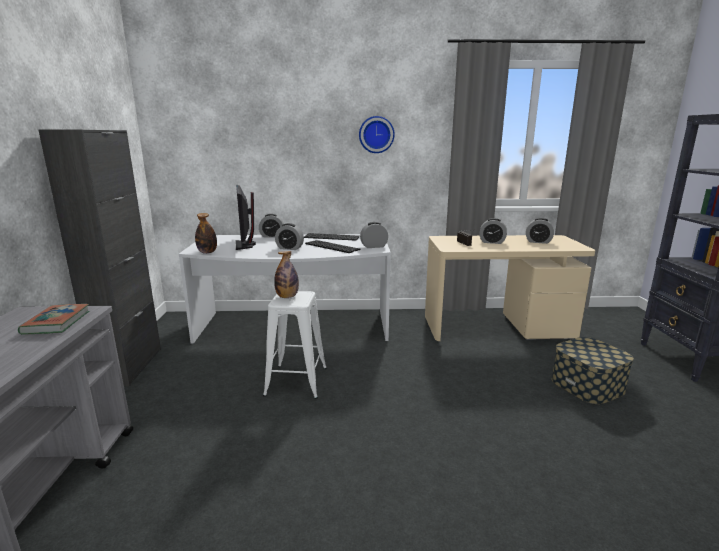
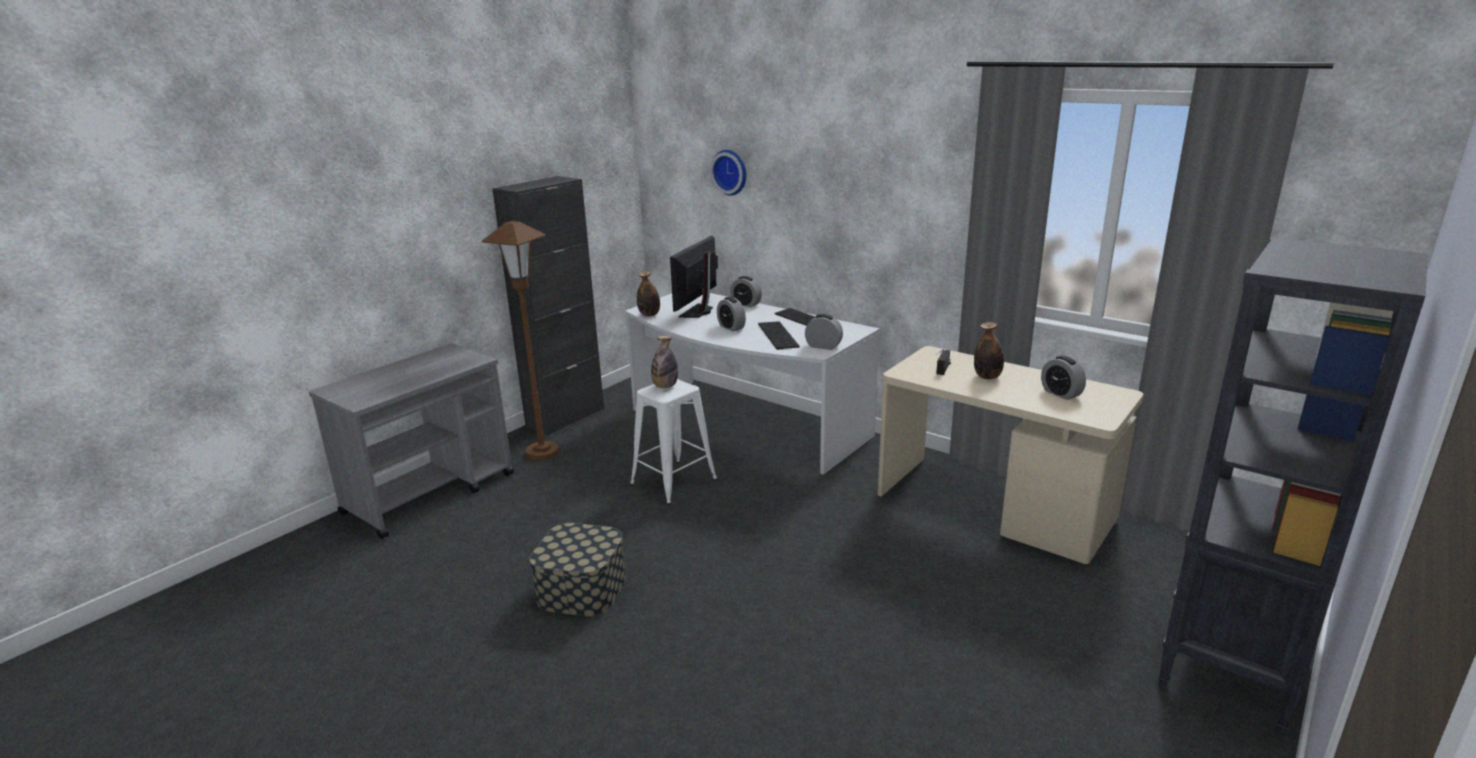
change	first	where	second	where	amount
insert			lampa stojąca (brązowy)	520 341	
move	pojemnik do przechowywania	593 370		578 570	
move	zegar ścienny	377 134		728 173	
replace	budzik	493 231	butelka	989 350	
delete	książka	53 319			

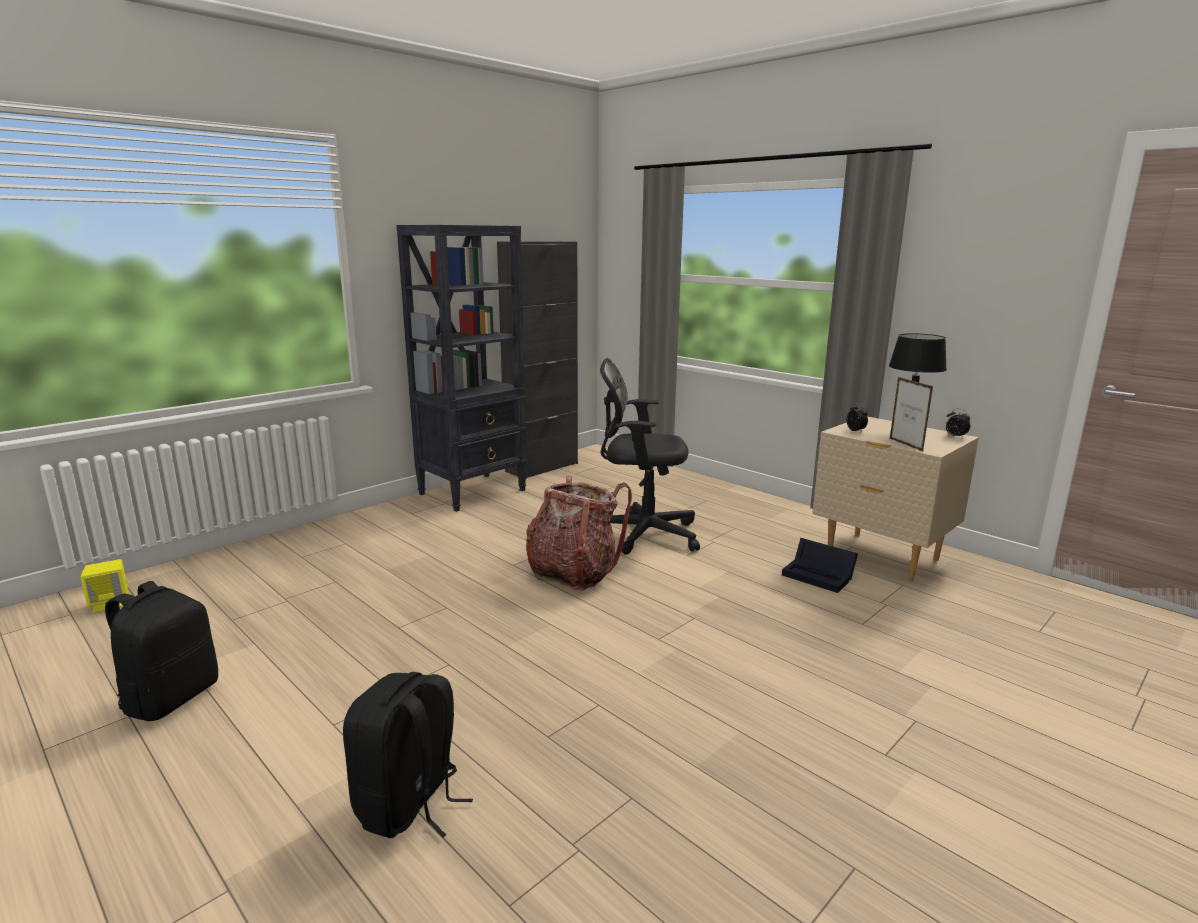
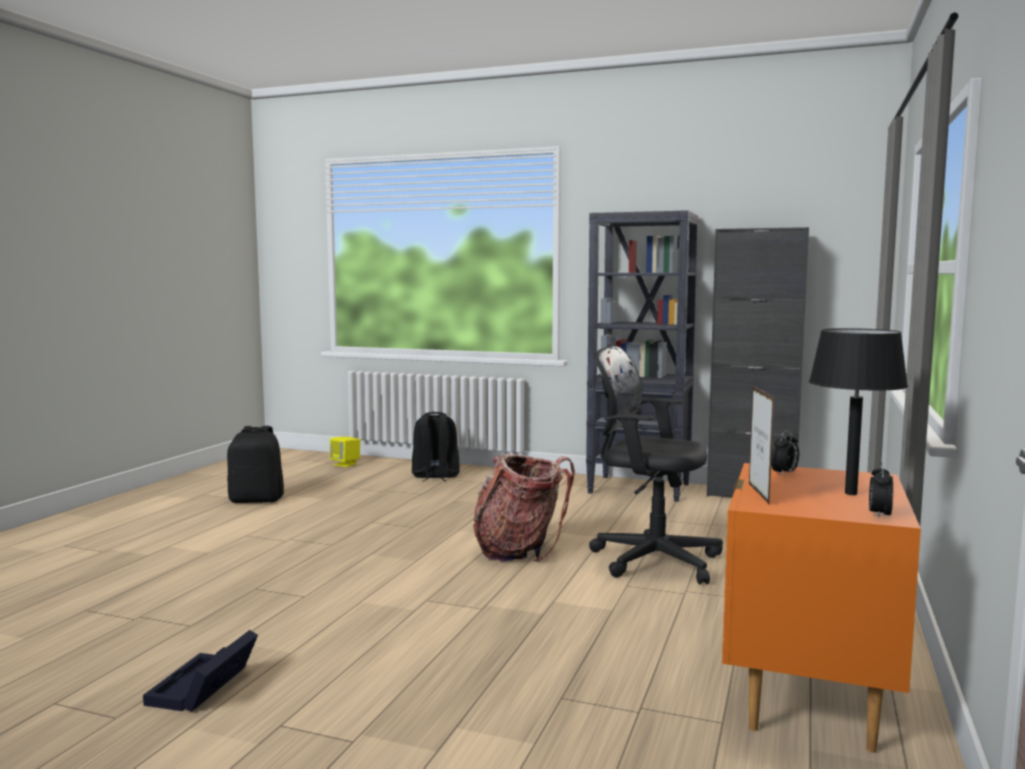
change	first	where	second	where	amount
move	pojemnik do przechowywania (czarny)	820 565		200 671	
move	plecak (czarny)	408 755		436 446	
rotate	krzesło biurowe (czarny)	650 456		656 465	45 degrees counterclockwise
recolor	szafka nocna (beżowy)	895 498	szafka nocna (pomarańczowy)	821 607	
rotate	ramka na zdjęcie	911 414		761 445	135 degrees clockwise

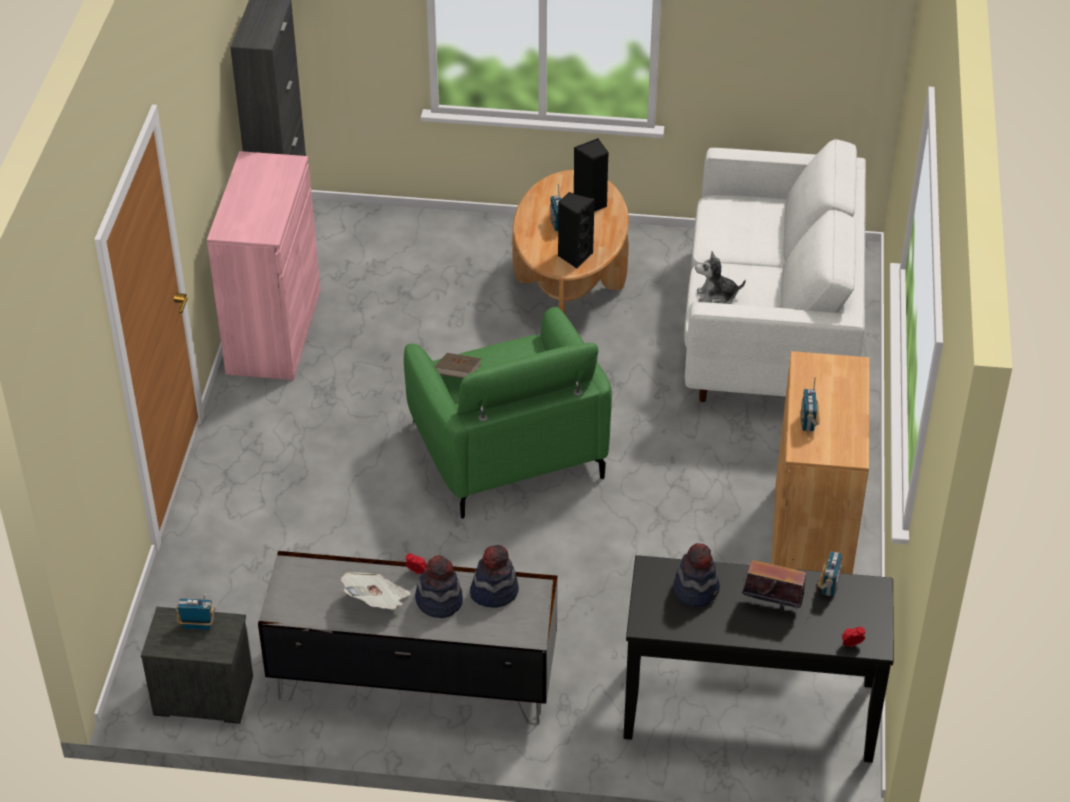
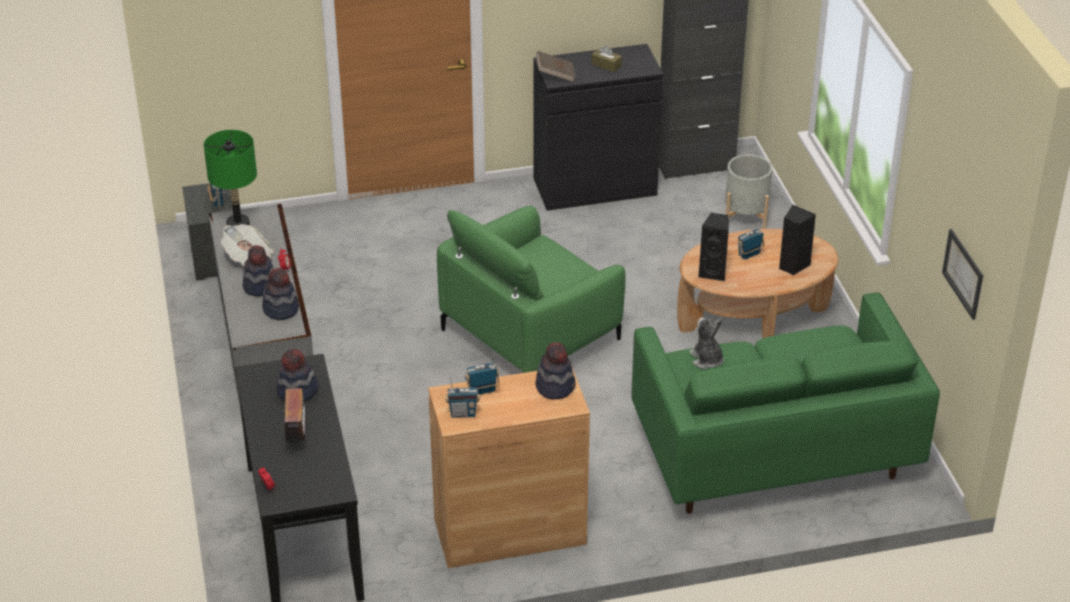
change	first	where	second	where	amount
insert			lampa stołowa (zielony)	230 178	
move	radio	830 574		462 397	
recolor	szafka (różowy)	264 265	szafka (czarny)	598 127	
move	książka (brązowy)	457 365		555 66	
insert			kapelusz	555 371	
insert			pudełko chusteczek (brązowy)	606 58	
recolor	kanapa (biały)	775 270	kanapa (zielony)	785 403	
insert			donica (szary)	749 191	
insert			obraz	962 274	

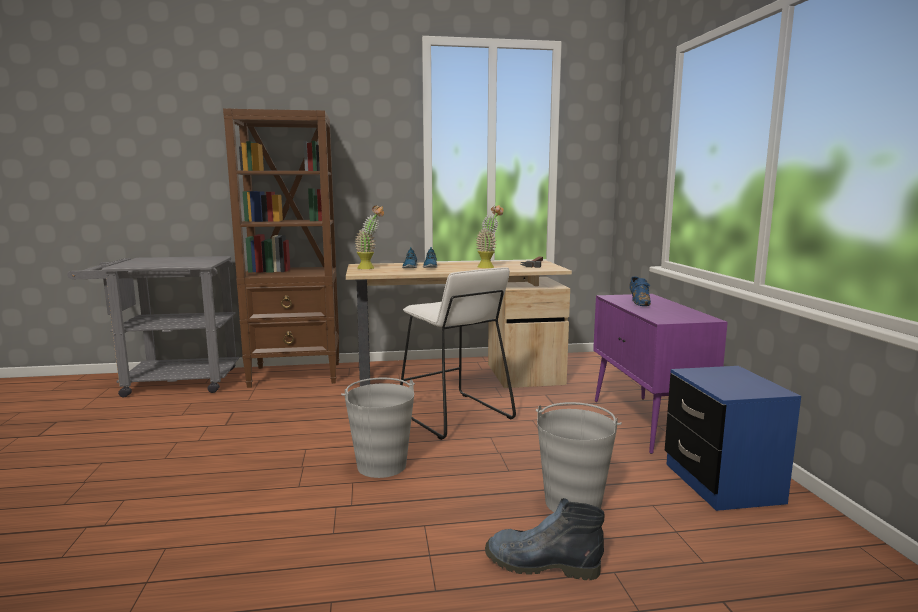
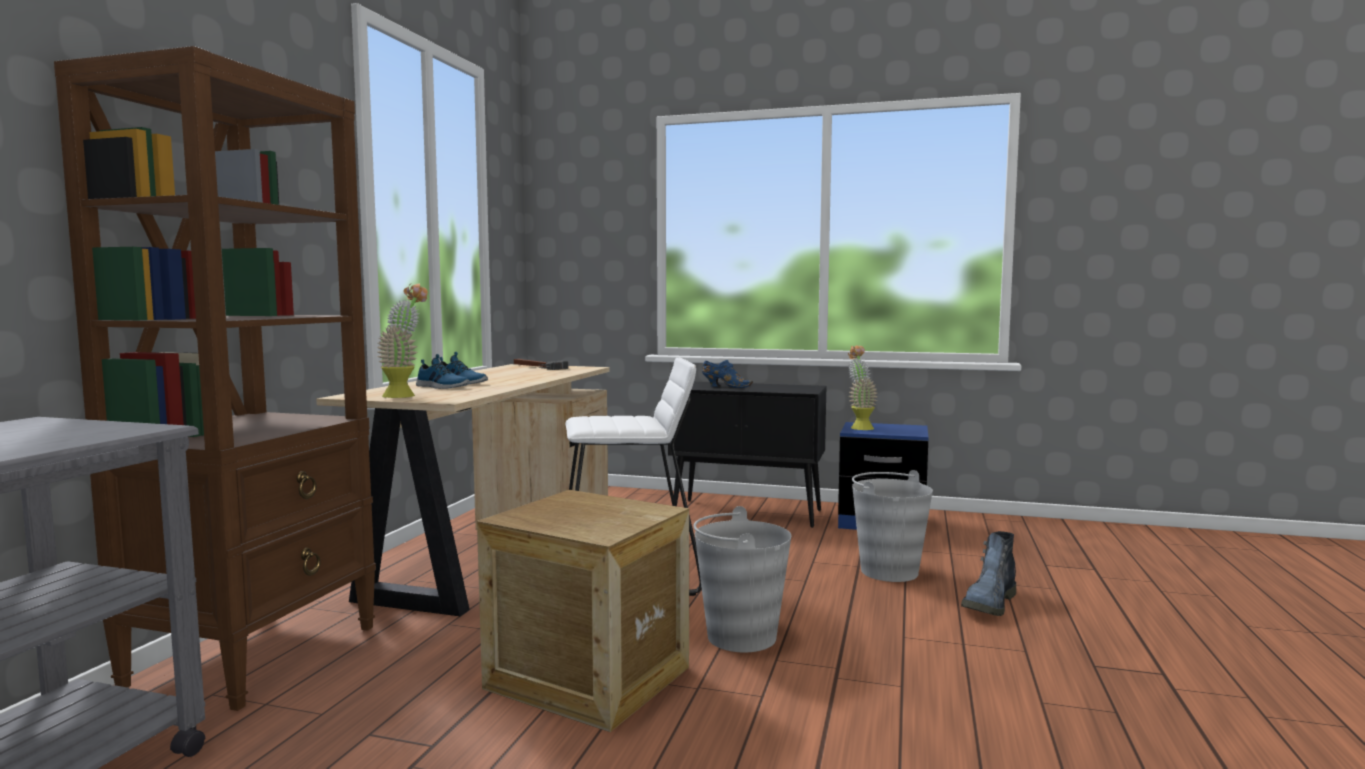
change	first	where	second	where	amount
insert			skrzynka	583 611	
recolor	szafka (fioletowy)	660 374	szafka (czarny)	747 455	
move	roślina doniczkowa	490 236		863 387	

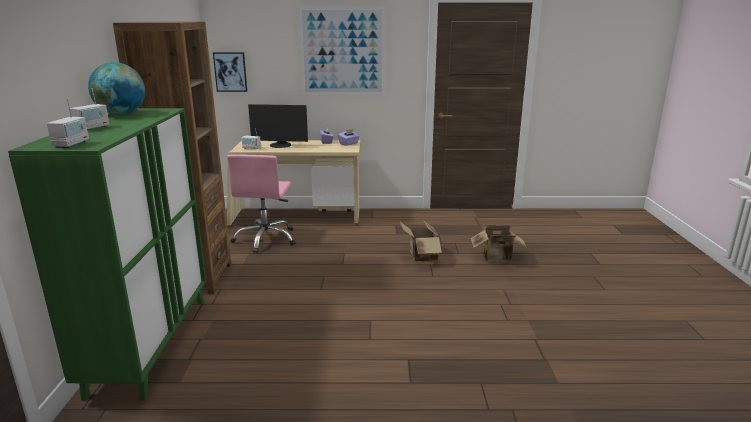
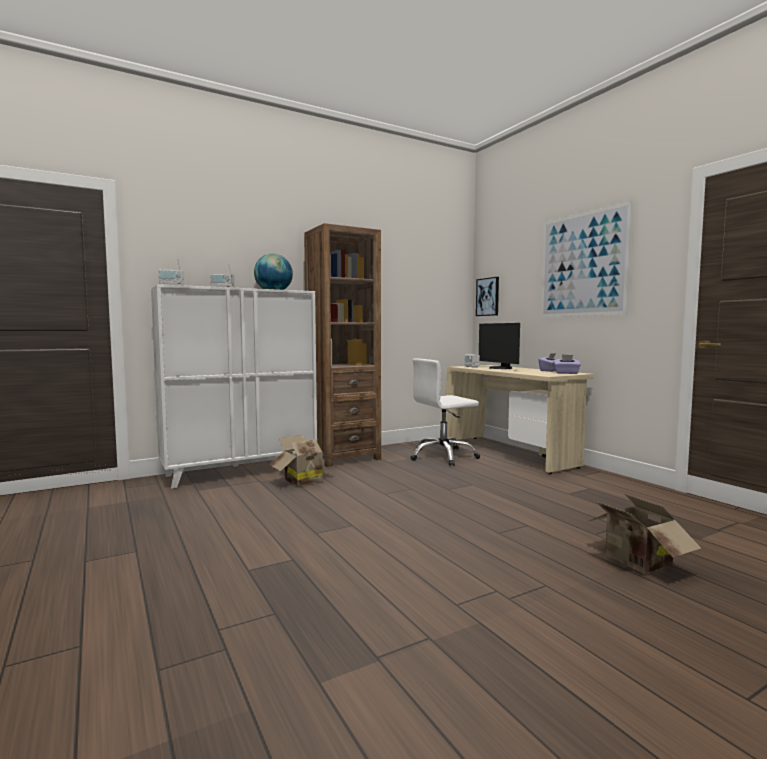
change	first	where	second	where	amount
recolor	szafka (zielony)	107 254	szafka (biały)	234 386	
move	karton	421 241		302 460	
recolor	krzesło biurowe (różowy)	261 203	krzesło biurowe (biały)	445 412	

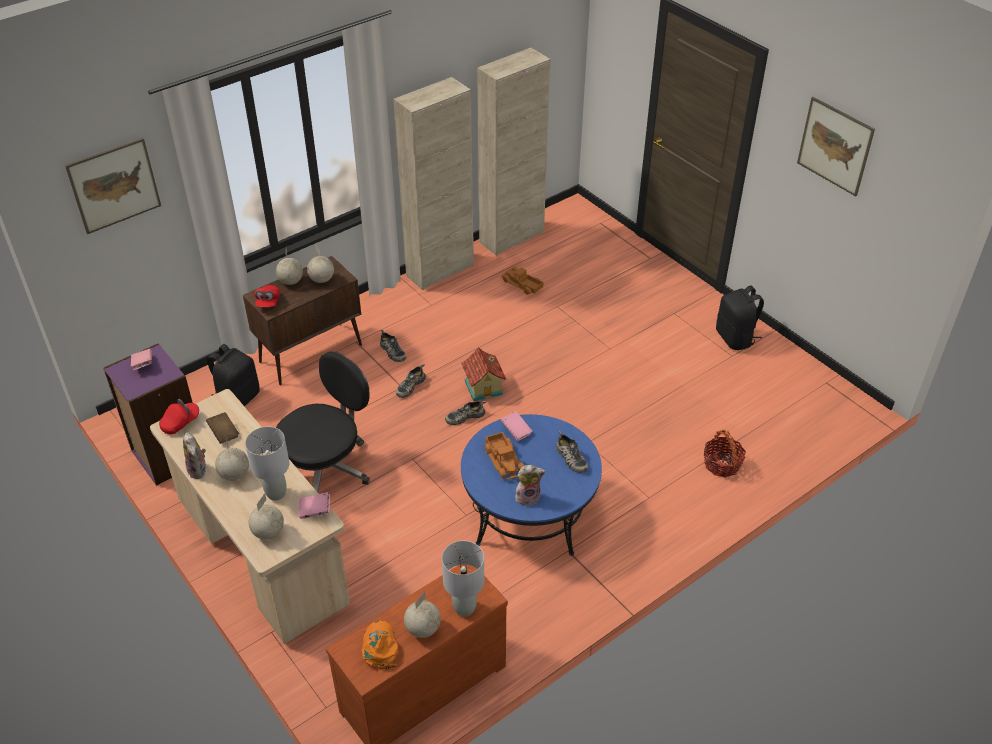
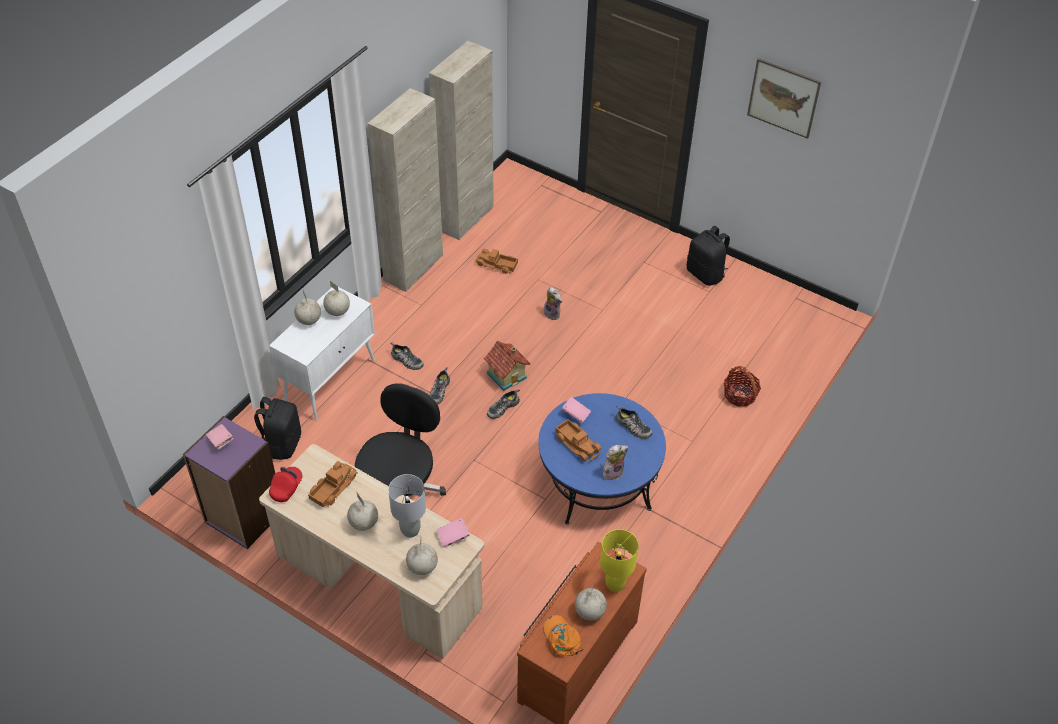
change	first	where	second	where	amount
recolor	szafka (brązowy)	302 320	szafka (biały)	322 353	
replace	książka (brązowy)	222 428	ciężarówka zabawkowa	333 484	
move	pluszak	194 455		553 303	
recolor	lampa stołowa (szary)	463 578	lampa stołowa (żółty)	619 560	
delete	obraz	113 186			
delete	czapka z daszkiem (czerwony)	267 296			

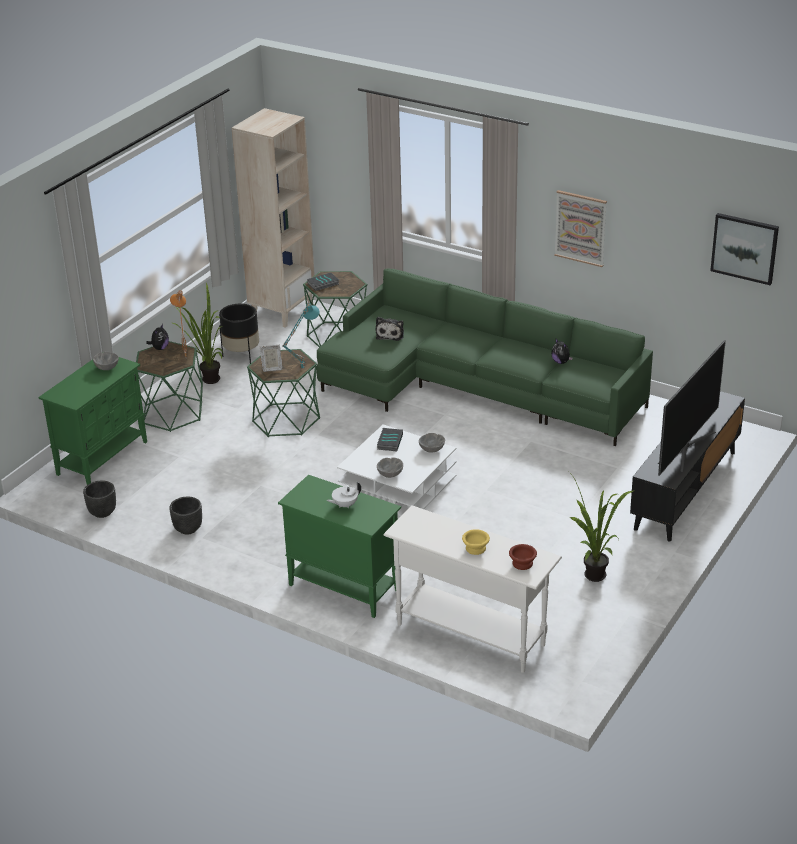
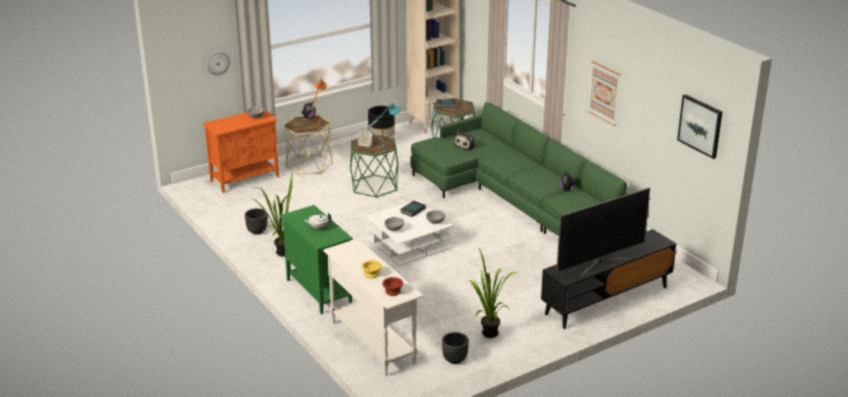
change	first	where	second	where	amount
recolor	szafka (zielony)	92 421	szafka (pomarańczowy)	240 150	
insert			zegar ścienny	218 64	
move	roślina doniczkowa	198 333		273 215	
recolor	stolik (zielony)	169 386	stolik (beżowy)	308 145	
move	donica (czarny)	99 499		455 348	

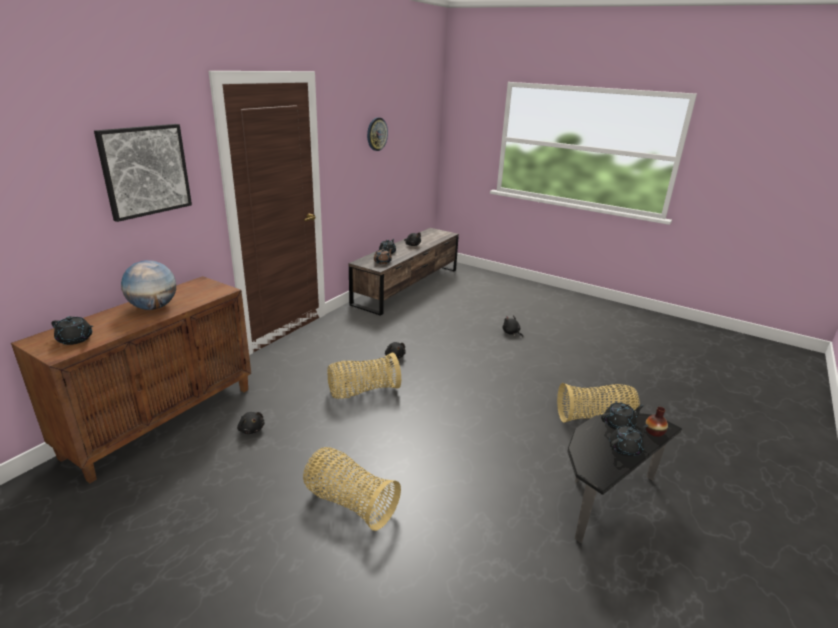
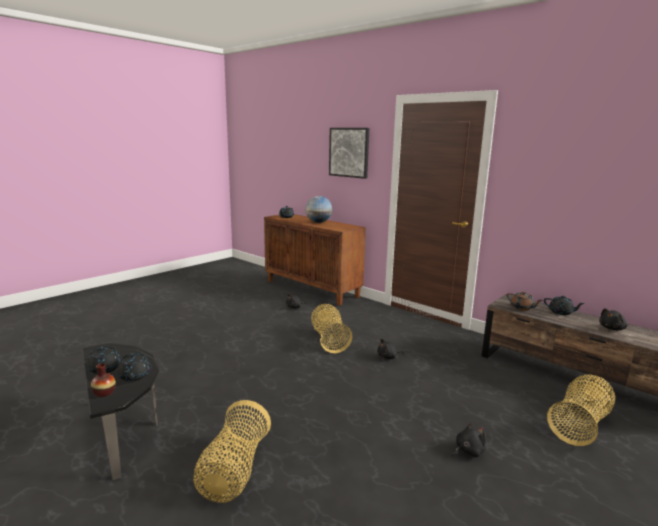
change	first	where	second	where	amount
move	koszyk	352 489		581 410	
delete	zegar ścienny	377 134			

